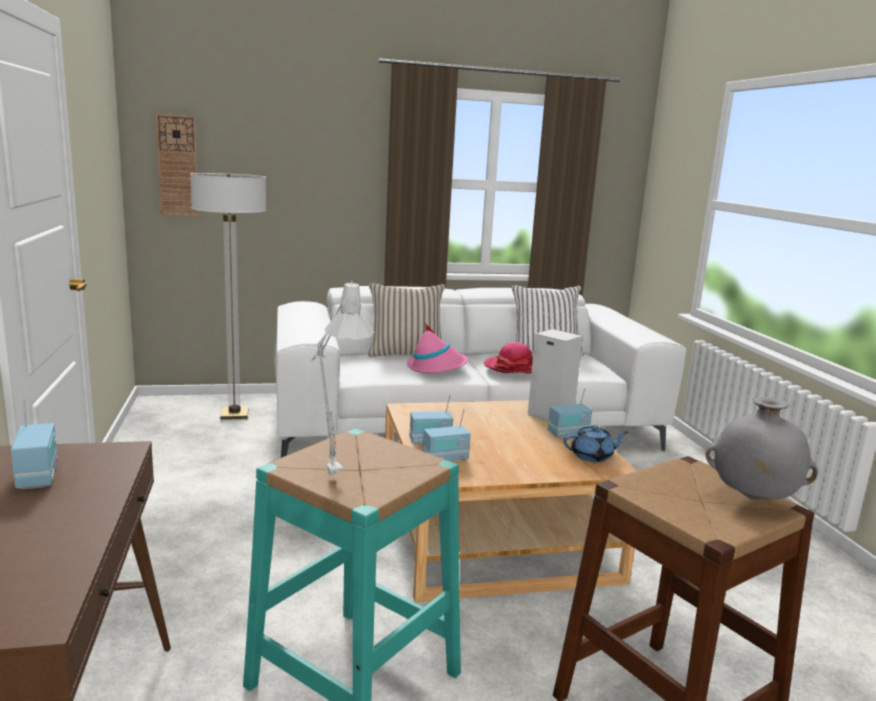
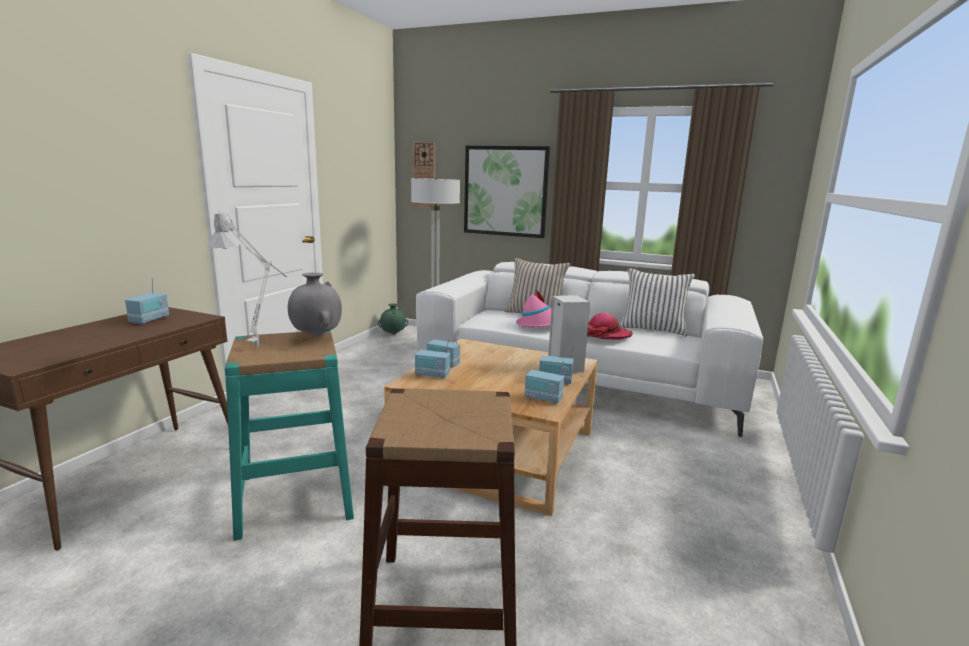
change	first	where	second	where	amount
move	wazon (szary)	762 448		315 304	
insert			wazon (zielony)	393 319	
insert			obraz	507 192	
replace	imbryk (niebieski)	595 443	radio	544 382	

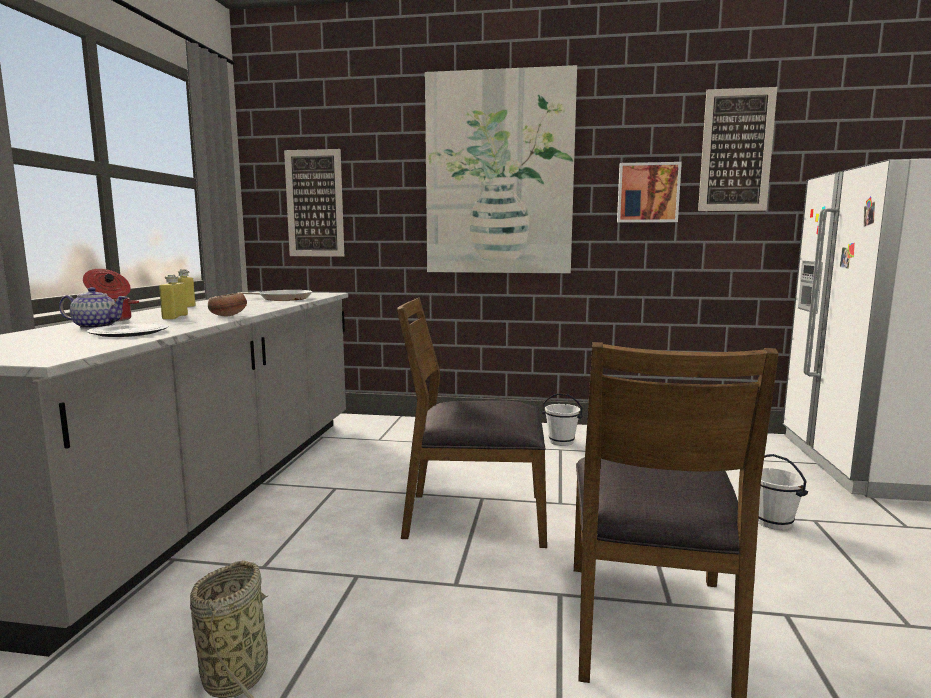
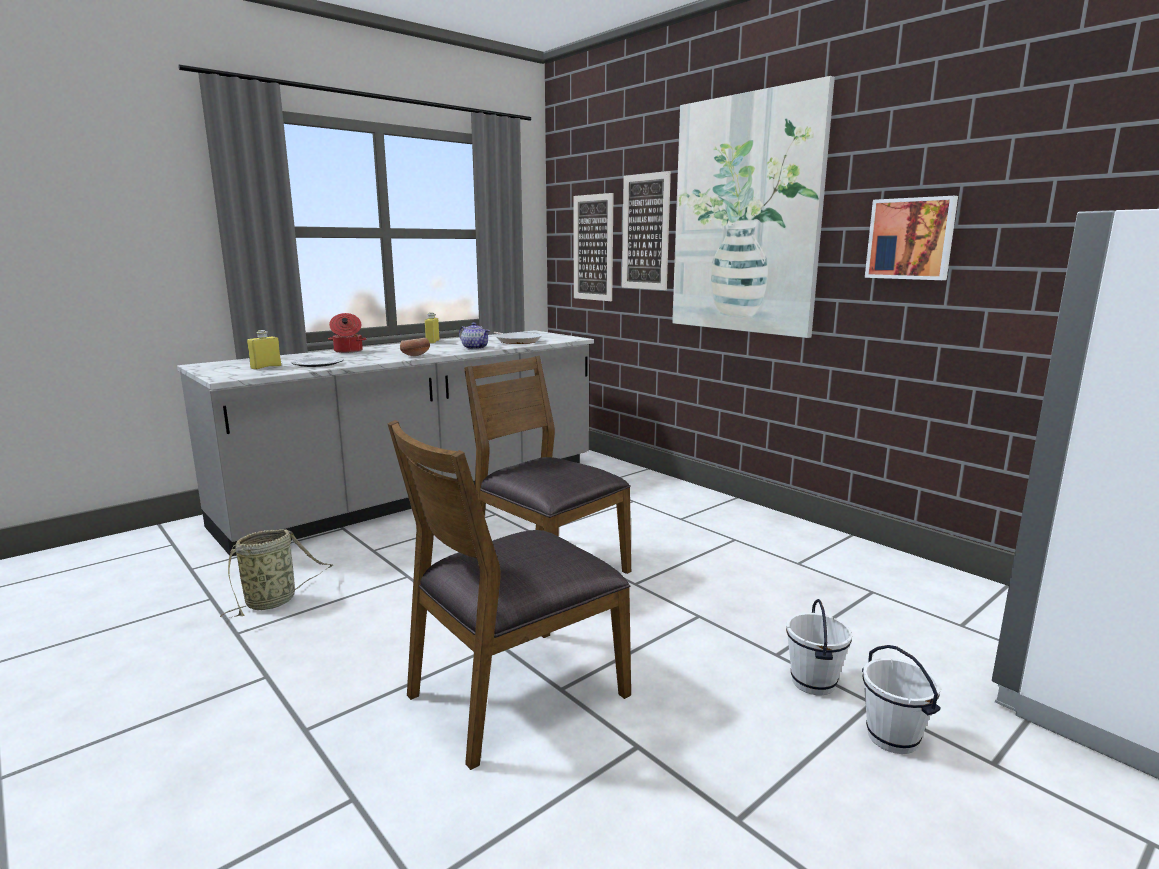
change	first	where	second	where	amount
move	butelka (żółty)	173 297		264 350	
move	imbryk	93 308		474 336	
move	obraz	737 149		646 230	
move	wiadro (biały)	562 419		901 699	

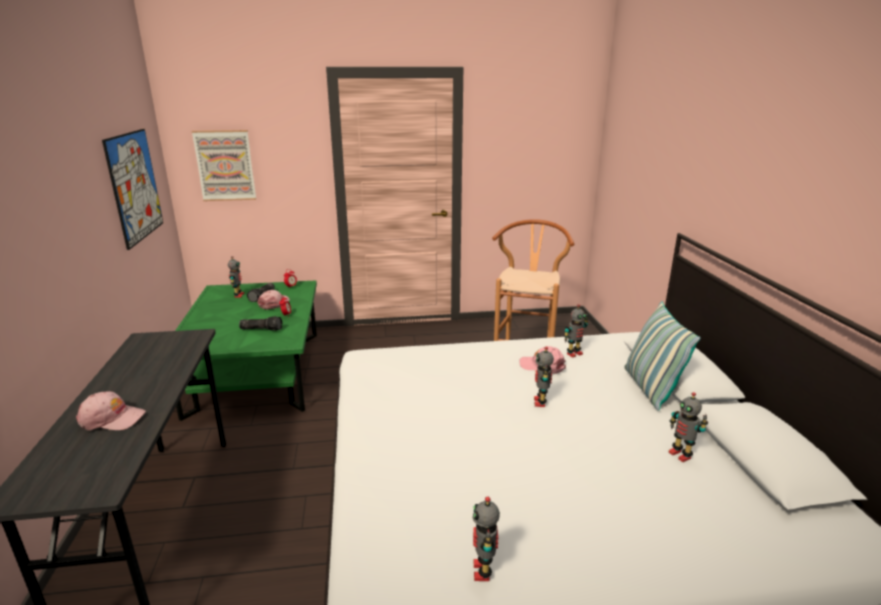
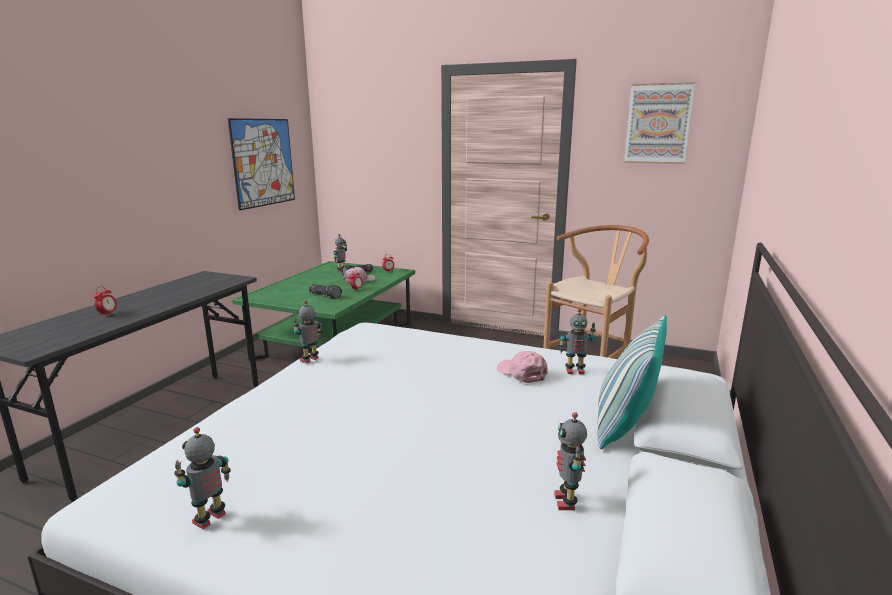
change	first	where	second	where	amount
replace	czapka z daszkiem (różowy)	111 410	budzik	105 301	
move	robot zabawkowy	544 376		307 332	
move	obraz	224 165		659 123	

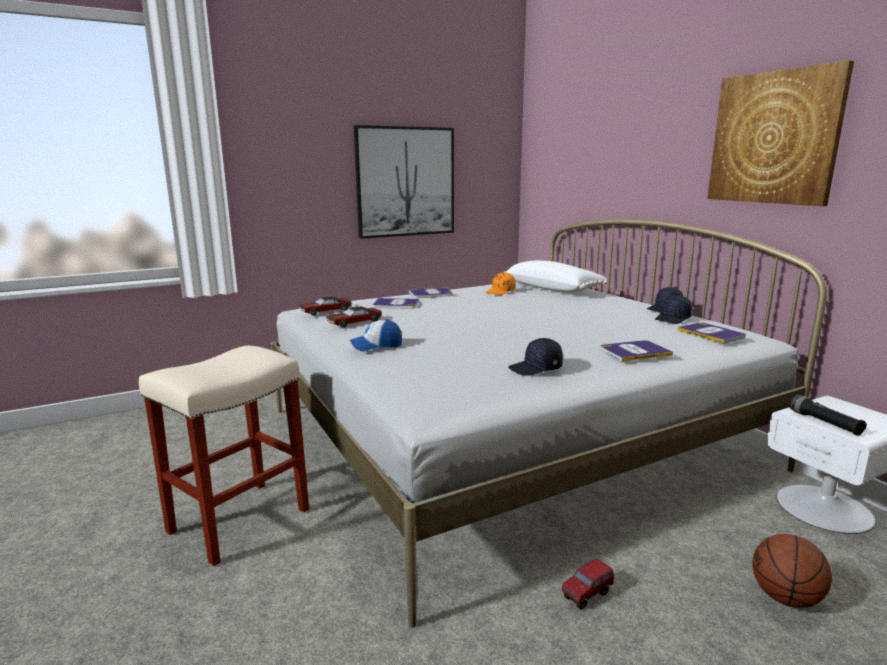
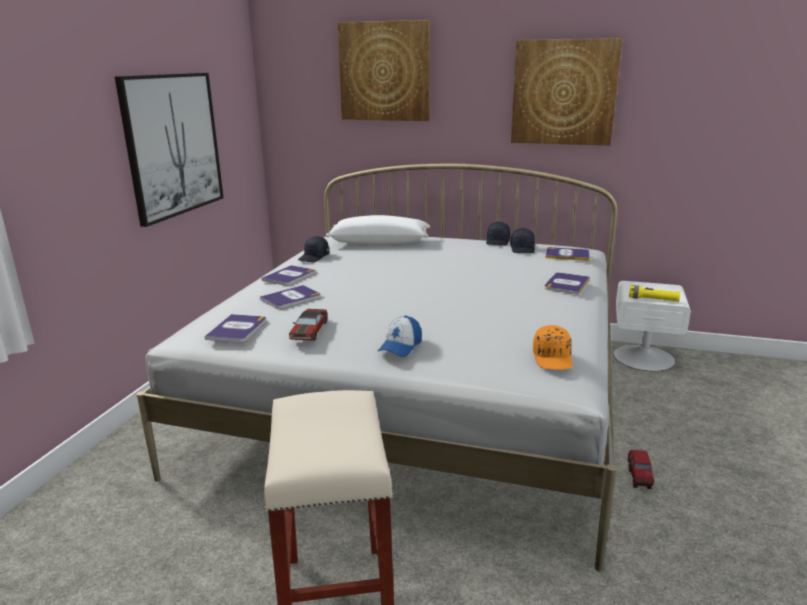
change	first	where	second	where	amount
replace	samochodzik	325 306	książka	235 328	
move	czapka z daszkiem (czarny)	535 357		313 249	
insert			obraz	383 70	
move	czapka z daszkiem (pomarańczowy)	500 283		552 347	
recolor	latarka (czarny)	828 415	latarka (żółty)	654 293	
delete	piłka do koszykówki	792 571			

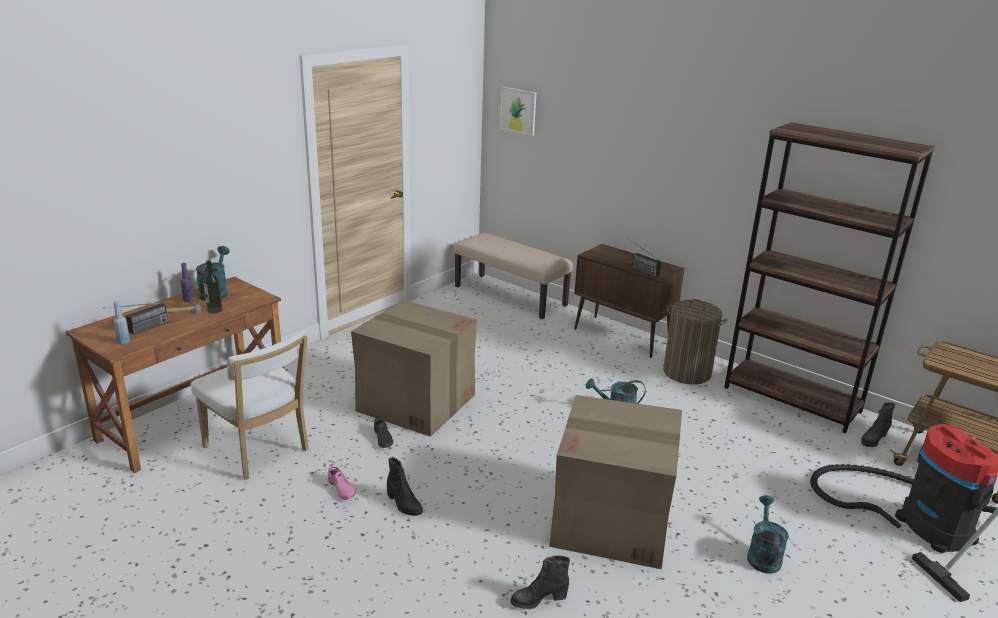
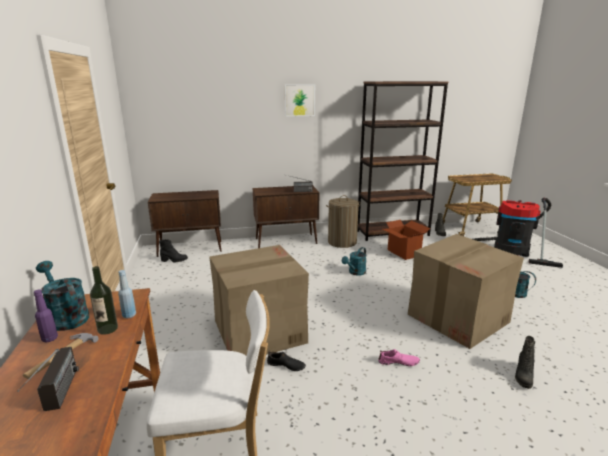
change	first	where	second	where	amount
move	butelka (niebieski)	122 322		127 294	
replace	ławka (beżowy)	513 276	szafka (brązowy)	185 223	
move	but z cholewką (czarny)	405 487		173 251	
move	obraz	518 111		300 100	
move	but (różowy)	341 482		399 357	
insert			karton	406 240	

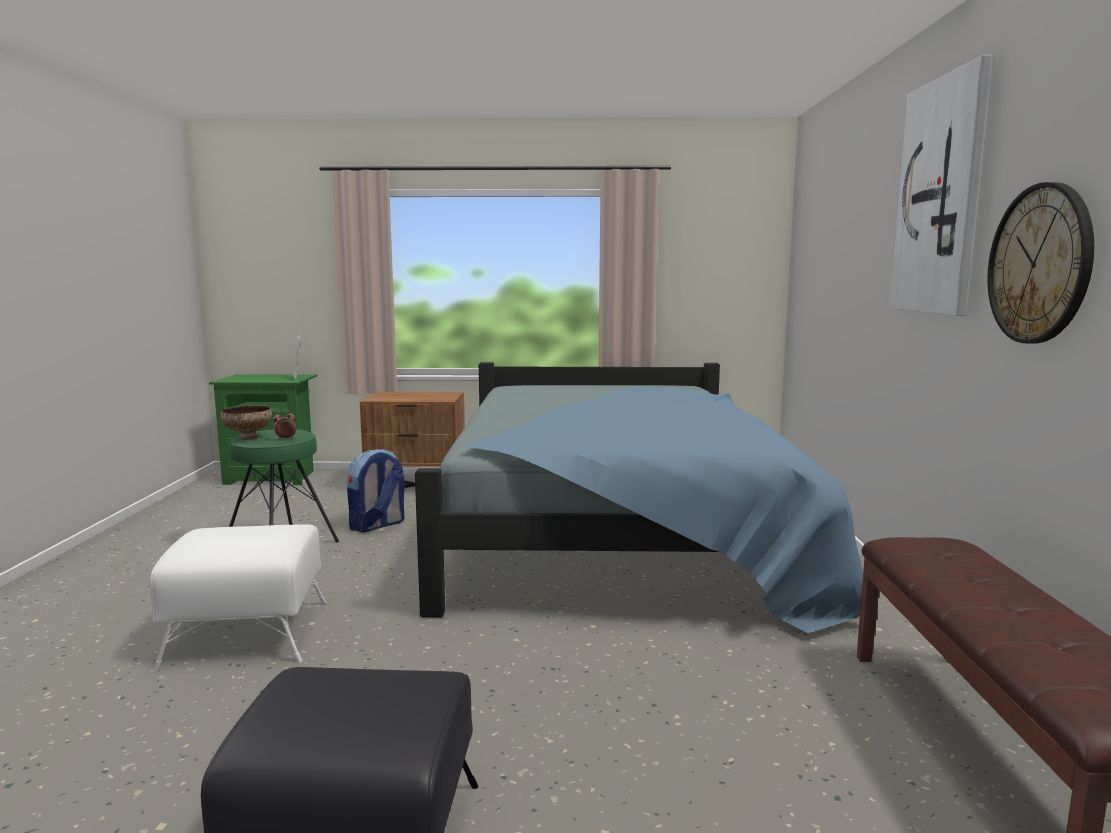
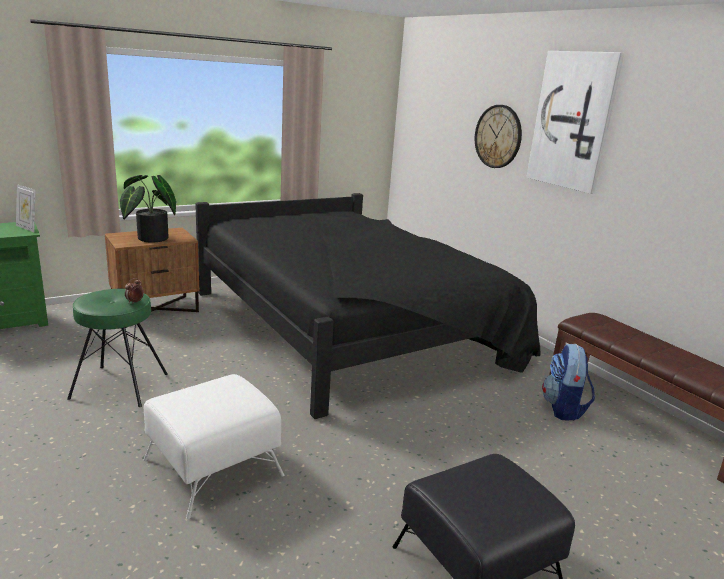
change	first	where	second	where	amount
insert			roślina doniczkowa	148 208	
recolor	łóżko (niebieski)	646 497	łóżko (czarny)	367 306	
move	zegar ścienny	1040 262		498 136	
move	plecak	376 490		568 382	
delete	miska	246 422			

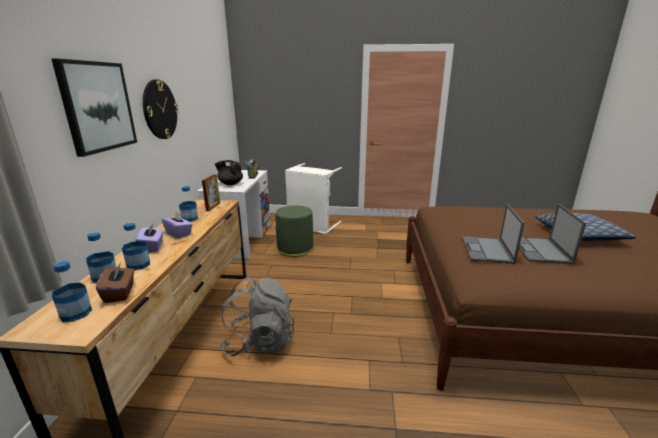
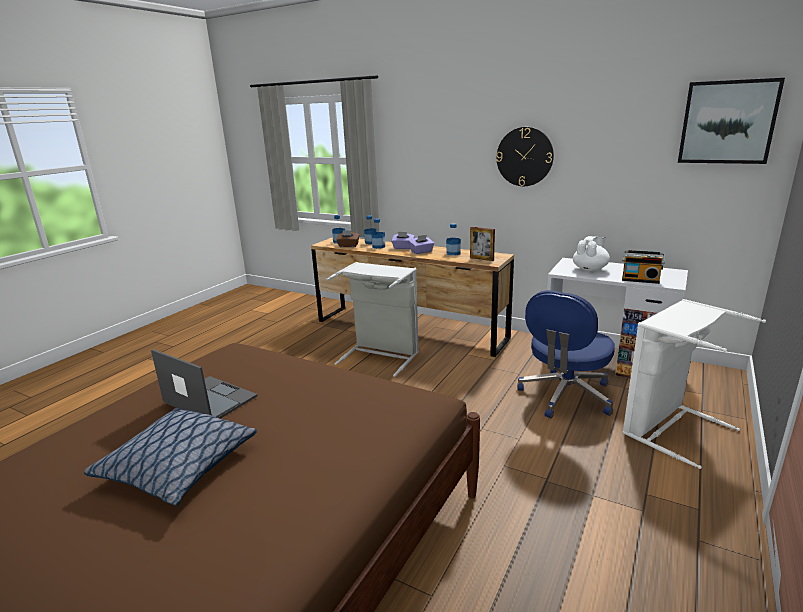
change	first	where	second	where	amount
replace	plecak (szary)	257 316	kosz na pranie (szary)	372 319	
replace	pufa (zielony)	294 231	krzesło biurowe (niebieski)	566 354	
recolor	imbryk (czarny)	229 172	imbryk (biały)	591 253	
move	obraz	94 108		731 121	
delete	laptop	493 234			

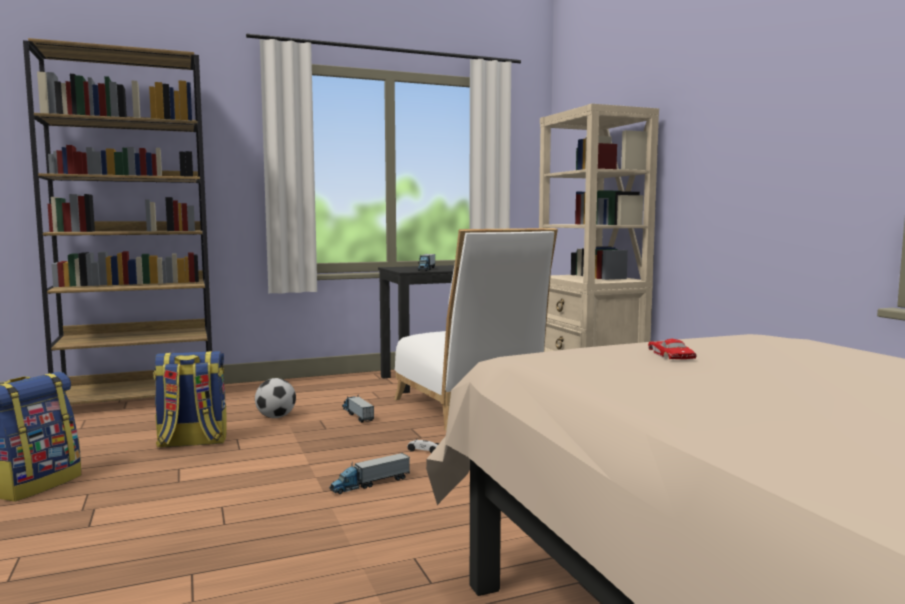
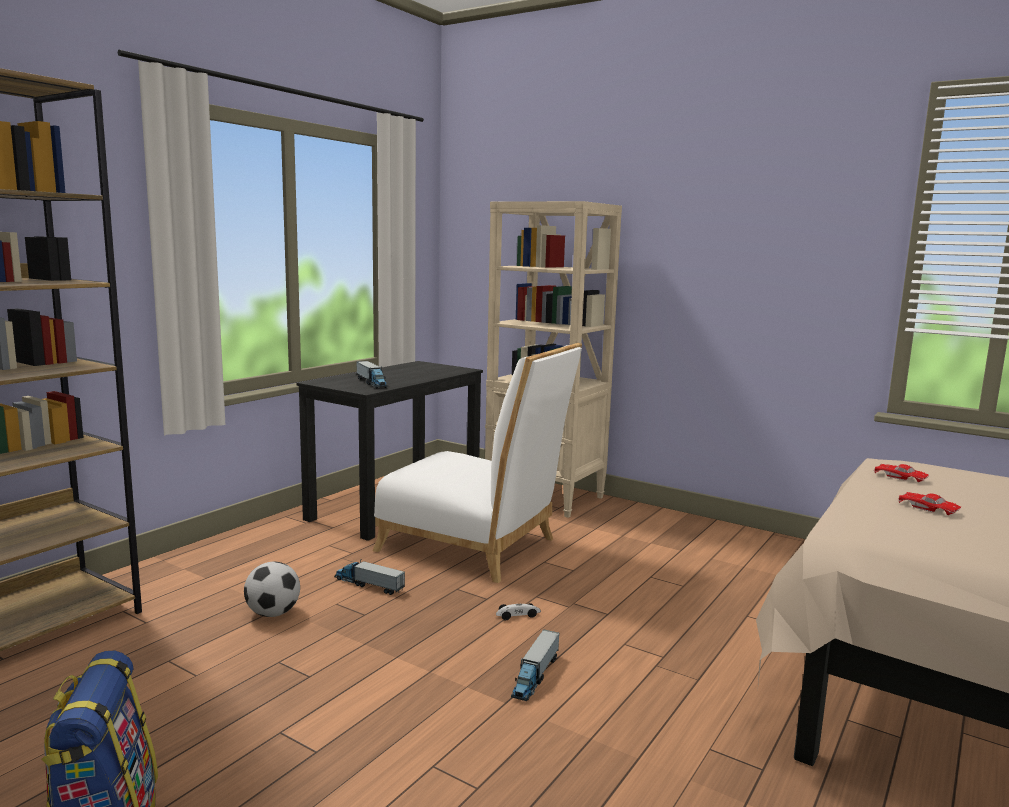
change	first	where	second	where	amount
insert			samochodzik (czerwony)	901 473	
delete	plecak	190 399			

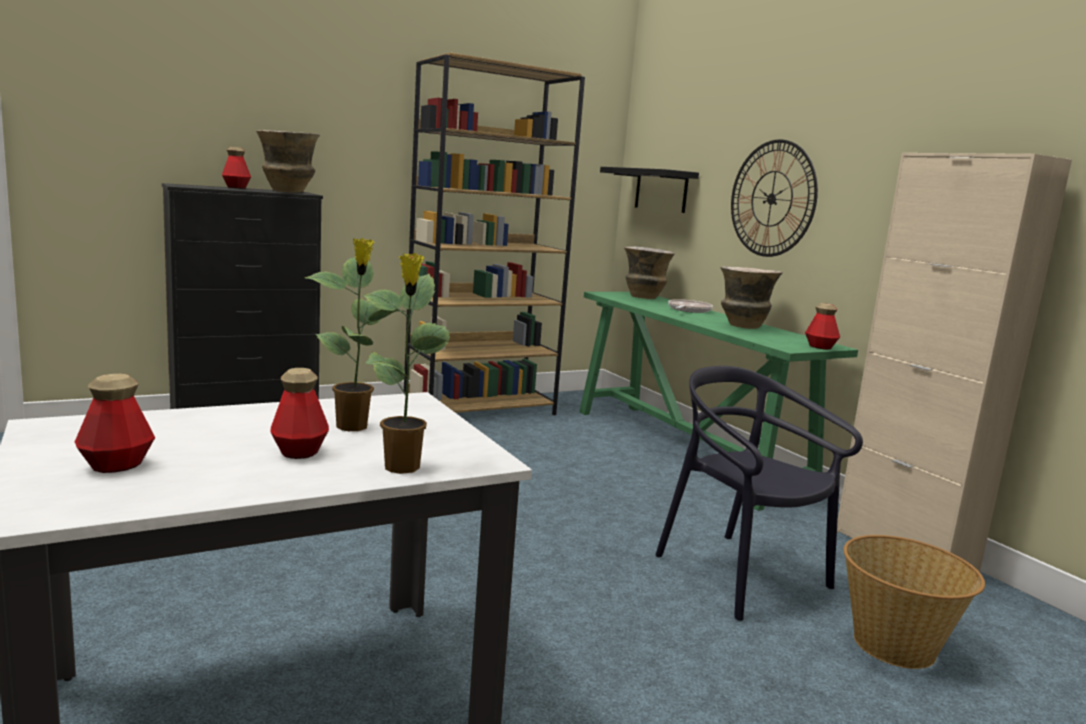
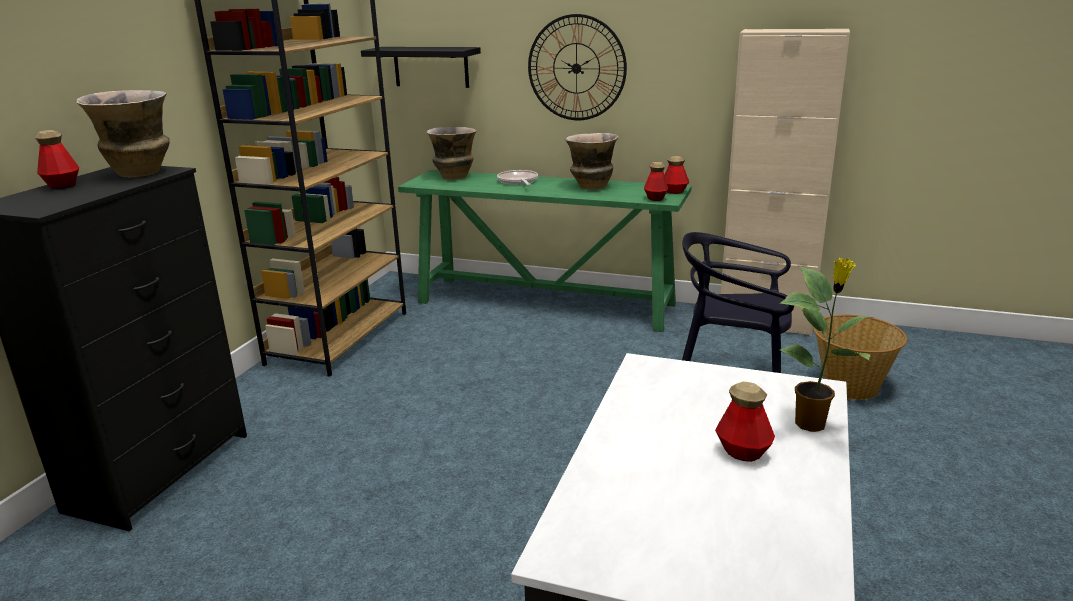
change	first	where	second	where	amount
move	butelka	115 423		656 181	
delete	roślina doniczkowa	355 334			

